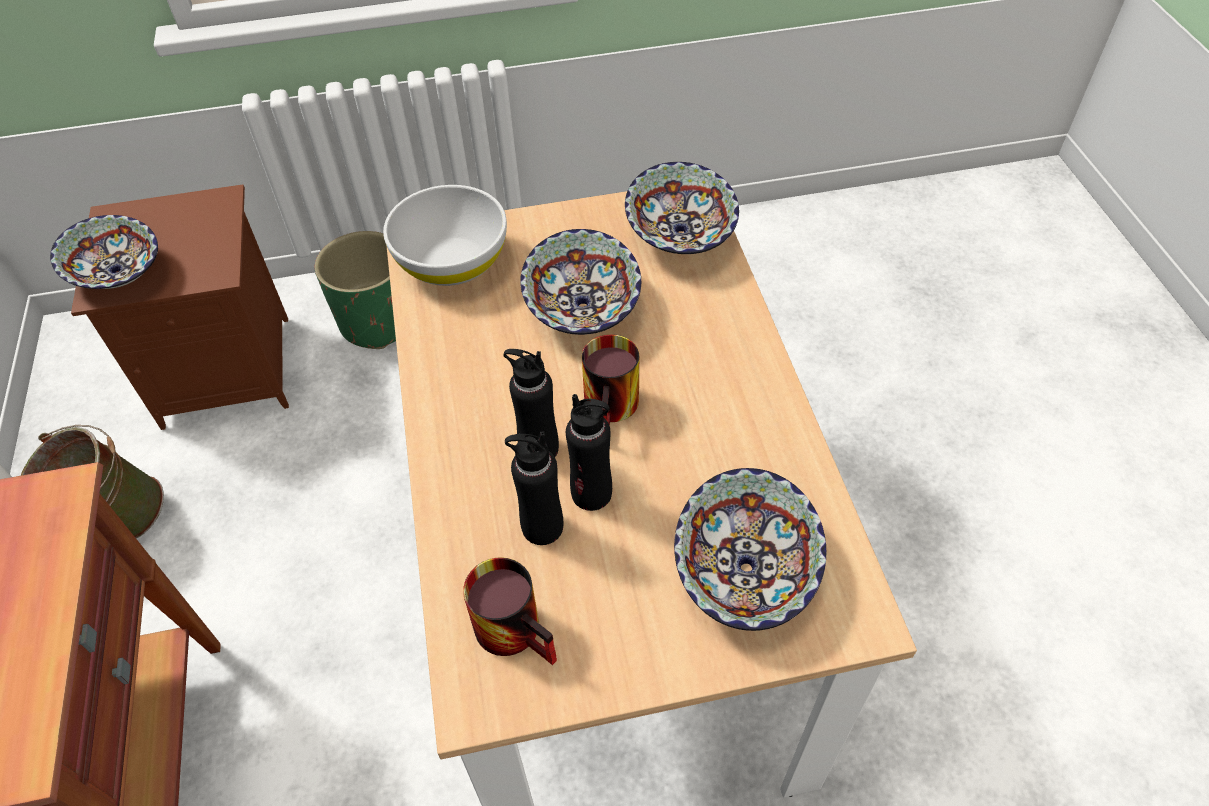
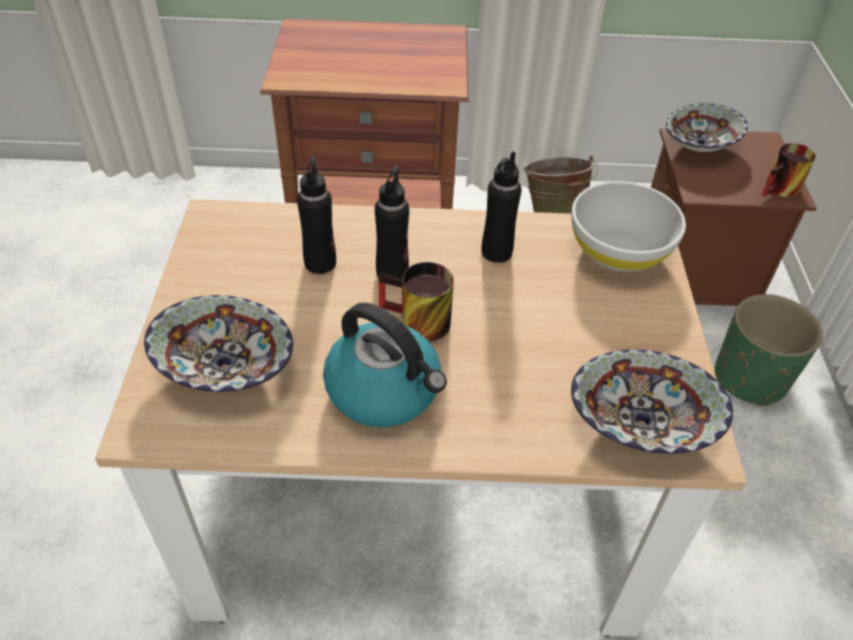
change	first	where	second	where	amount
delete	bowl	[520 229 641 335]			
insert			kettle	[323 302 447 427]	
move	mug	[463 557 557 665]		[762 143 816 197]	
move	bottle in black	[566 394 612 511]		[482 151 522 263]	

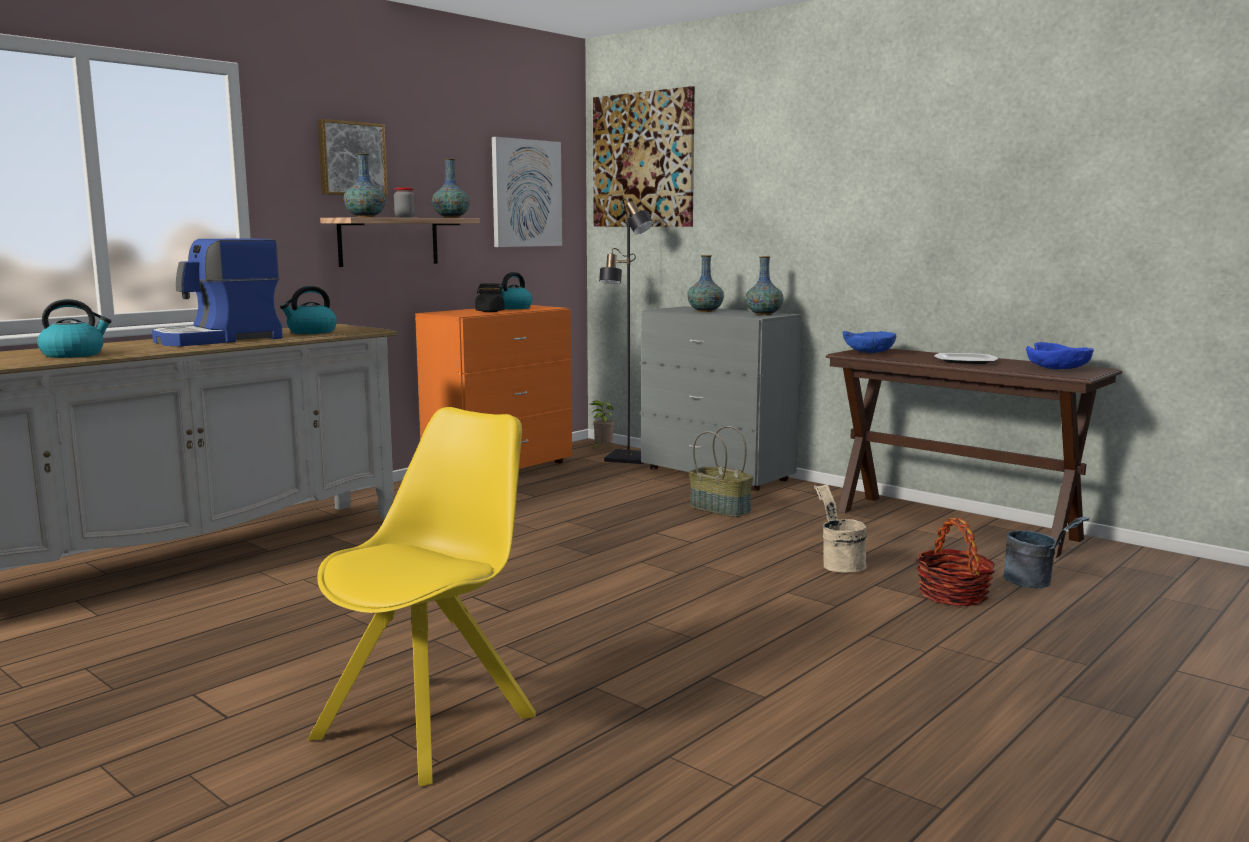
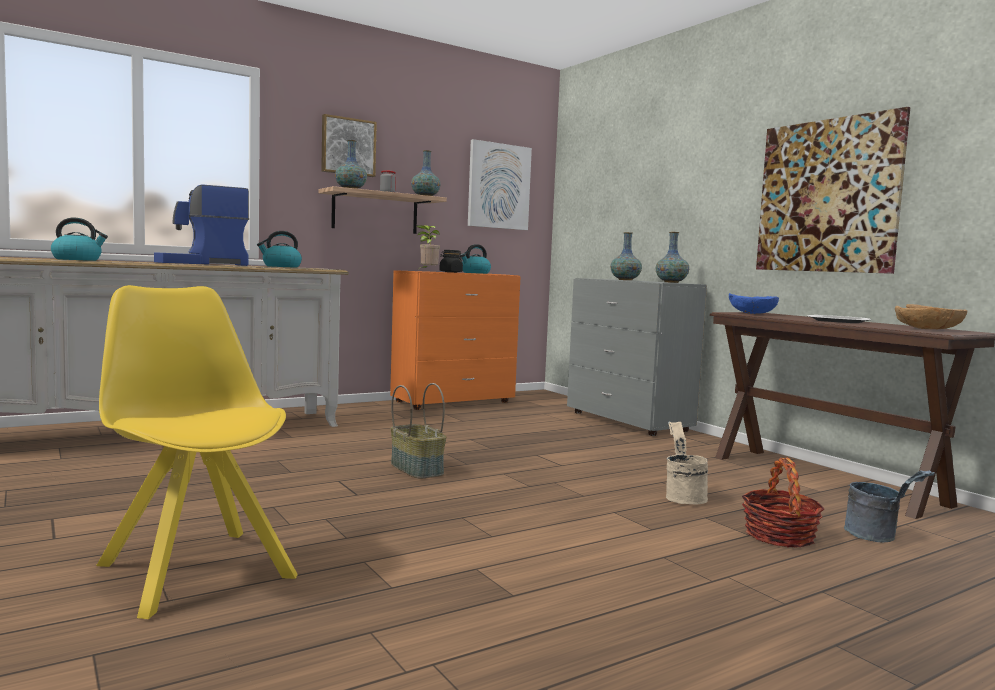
change	first	where	second	where	amount
delete	floor lamp in black	[599 199 653 464]			
move	potted plant	[590 400 614 449]		[416 225 440 269]	
move	picture	[593 86 695 227]		[756 107 911 274]	
move	basket	[689 426 753 517]		[391 383 446 479]	
recolor	bowl in blue	[1026 342 1094 369]	bowl in brown	[895 304 967 330]	
rotate	chair in yellow	[307 407 536 786]		[96 285 298 619]	90 degrees counterclockwise

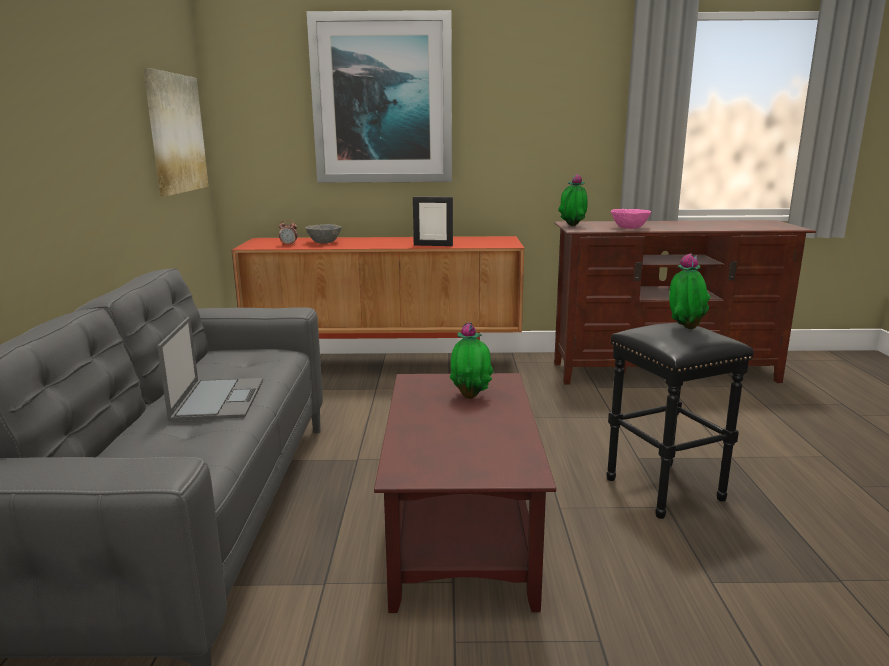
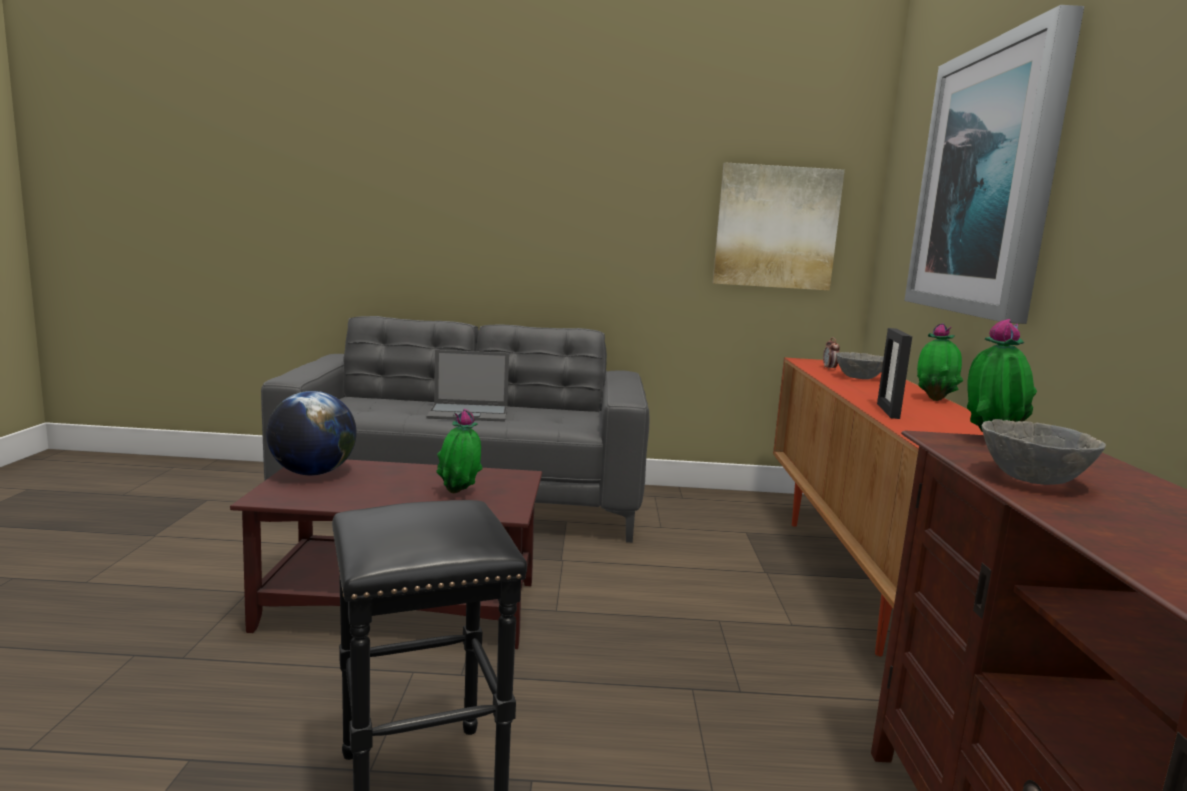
change	first	where	second	where	amount
insert			globe	[266 391 357 475]	
move	potted plant	[669 253 711 329]		[917 323 963 401]	
recolor	bowl in pink	[611 209 651 229]	bowl in grey	[981 419 1106 485]	

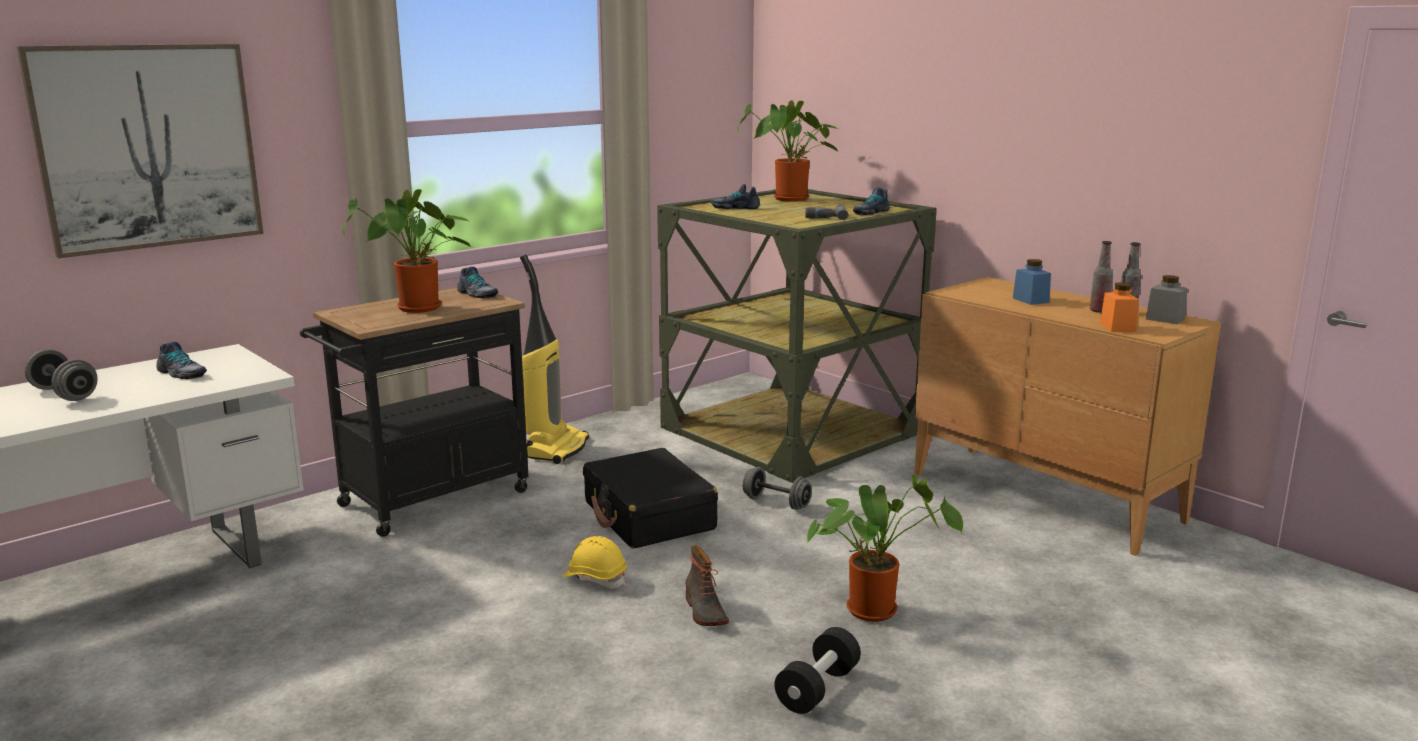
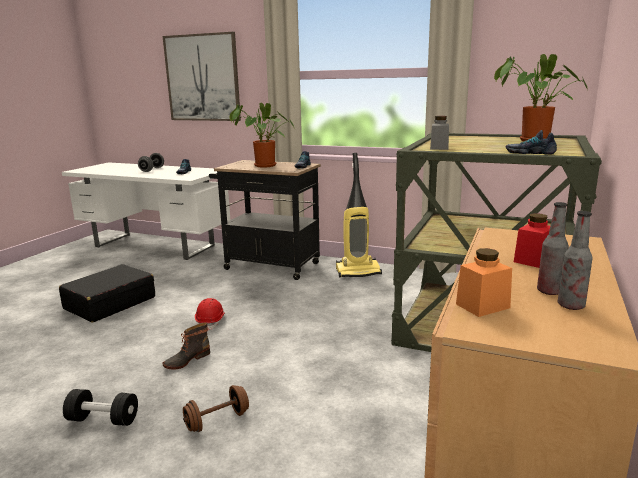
change	first	where	second	where	amount
delete	shoe	[711 184 760 209]			
delete	dumbbell in grey	[743 467 812 510]			
delete	power drill	[805 205 849 220]			
move	suitcase in black	[583 448 718 549]		[59 264 155 323]	
move	jar in grey	[1146 275 1188 324]		[430 116 449 150]	
replace	potted plant	[806 474 963 622]	dumbbell in brown	[183 385 249 432]	
recolor	hard hat in yellow	[563 536 627 588]	hard hat in red	[195 298 225 329]	
recolor	jar in blue	[1013 259 1051 305]	jar in red	[514 213 550 268]	

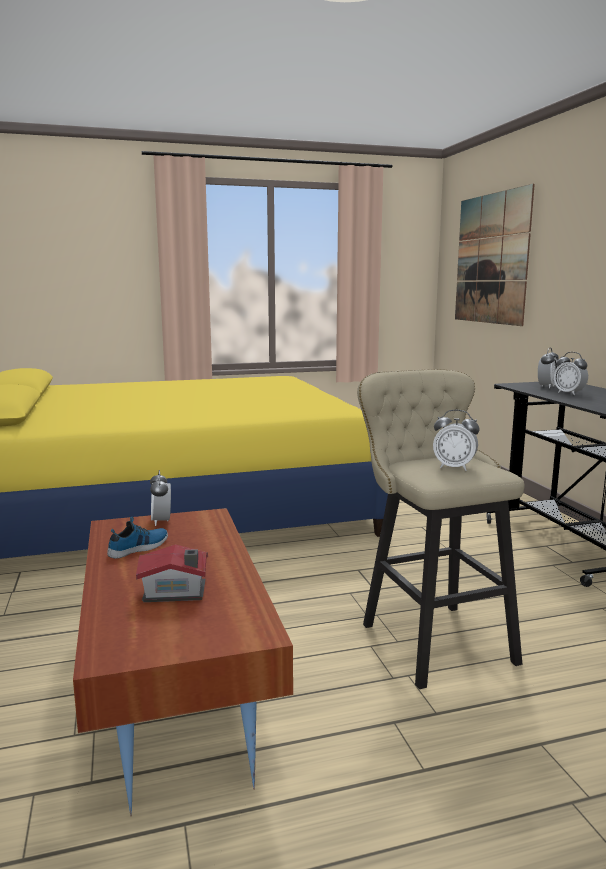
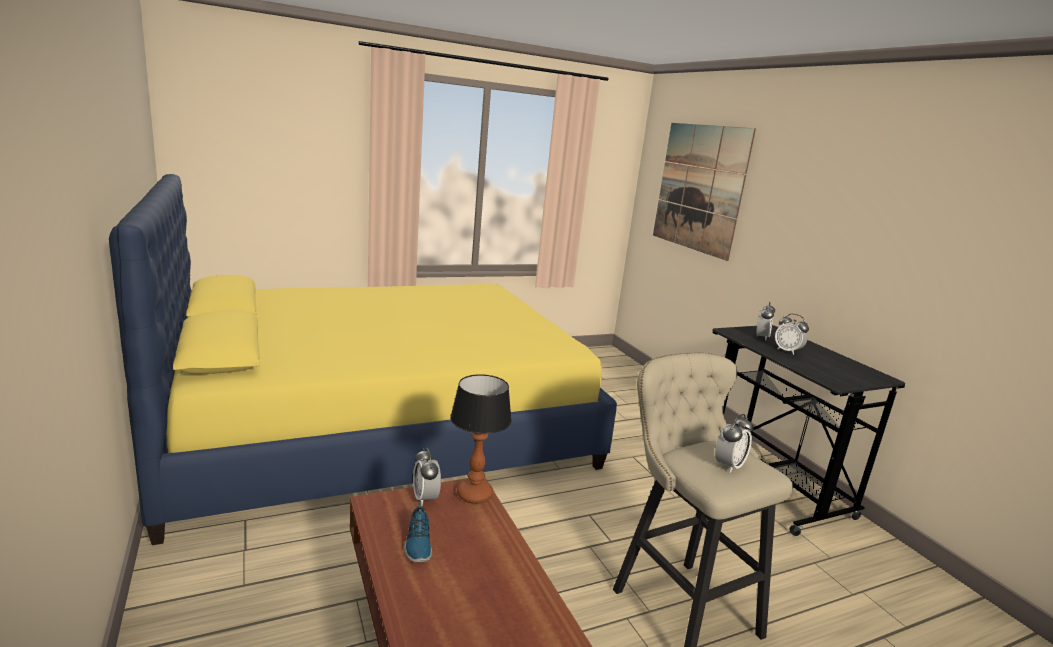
change	first	where	second	where	amount
delete	toy house	[136 544 208 602]			
insert			table lamp	[450 374 512 504]	
rotate	shoe	[107 517 168 558]		[404 501 432 562]	135 degrees clockwise
rotate	alarm clock	[433 410 480 471]		[715 414 754 473]	60 degrees counterclockwise

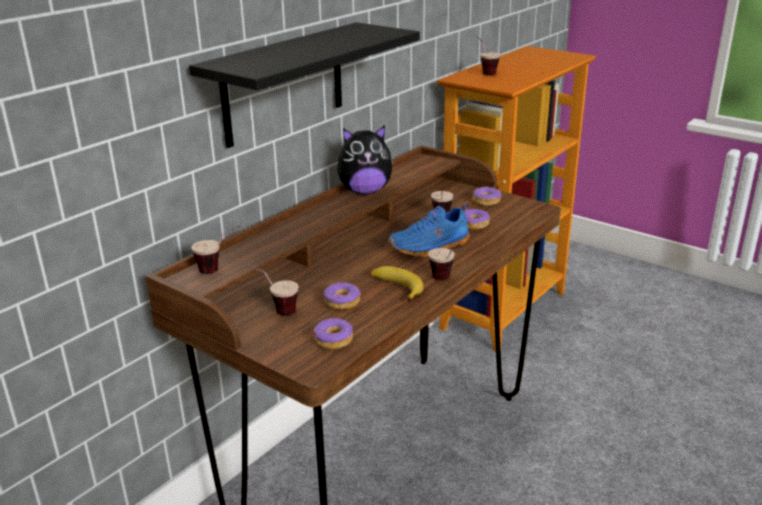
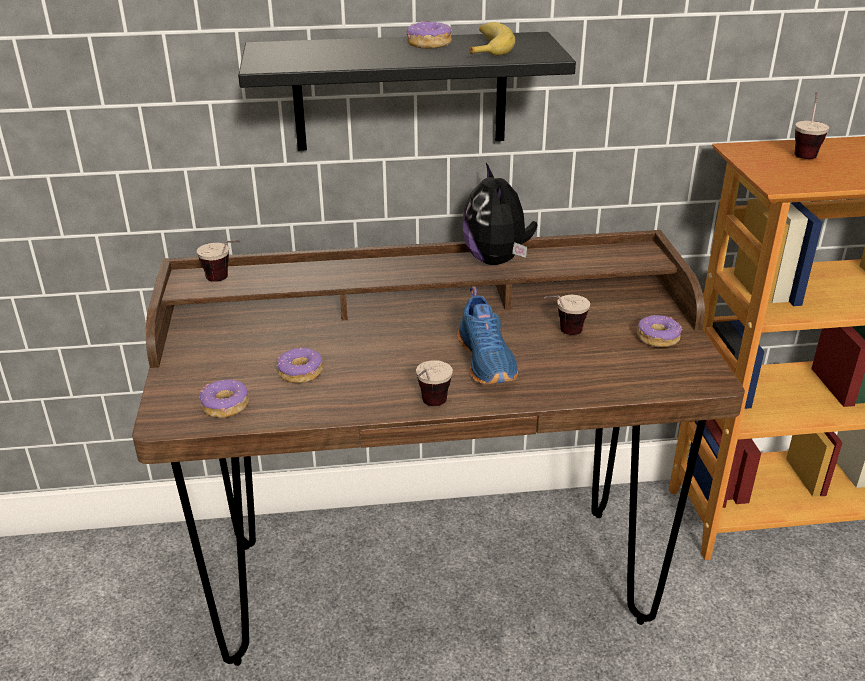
change	first	where	second	where	amount
delete	cup	[248 265 299 316]			
move	banana	[371 266 424 302]		[470 22 515 56]	
move	donut	[464 209 490 230]		[407 20 452 49]	
rotate	plush toy	[337 125 393 195]		[462 163 537 265]	45 degrees clockwise
rotate	shoe in blue	[388 203 470 257]		[458 287 518 385]	120 degrees counterclockwise

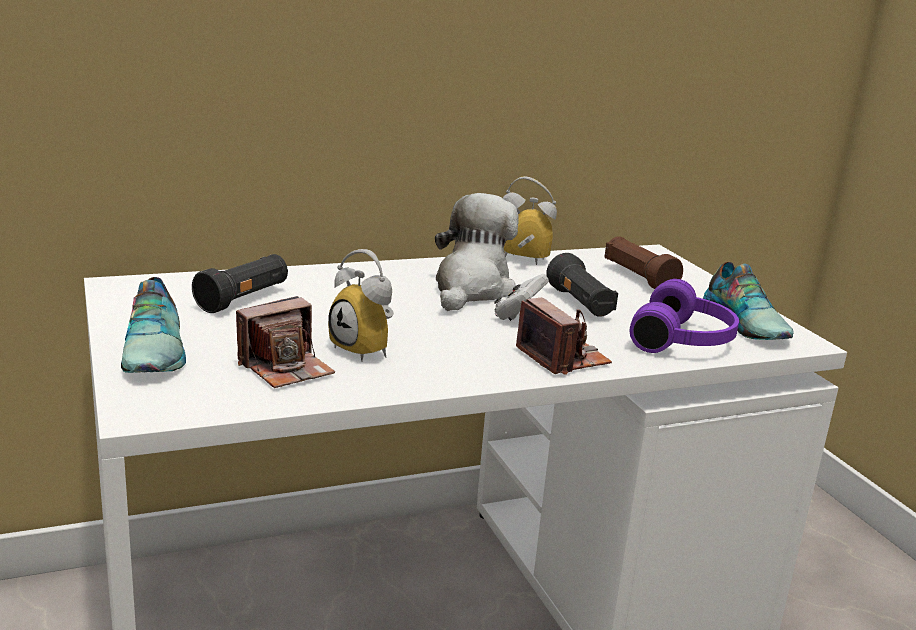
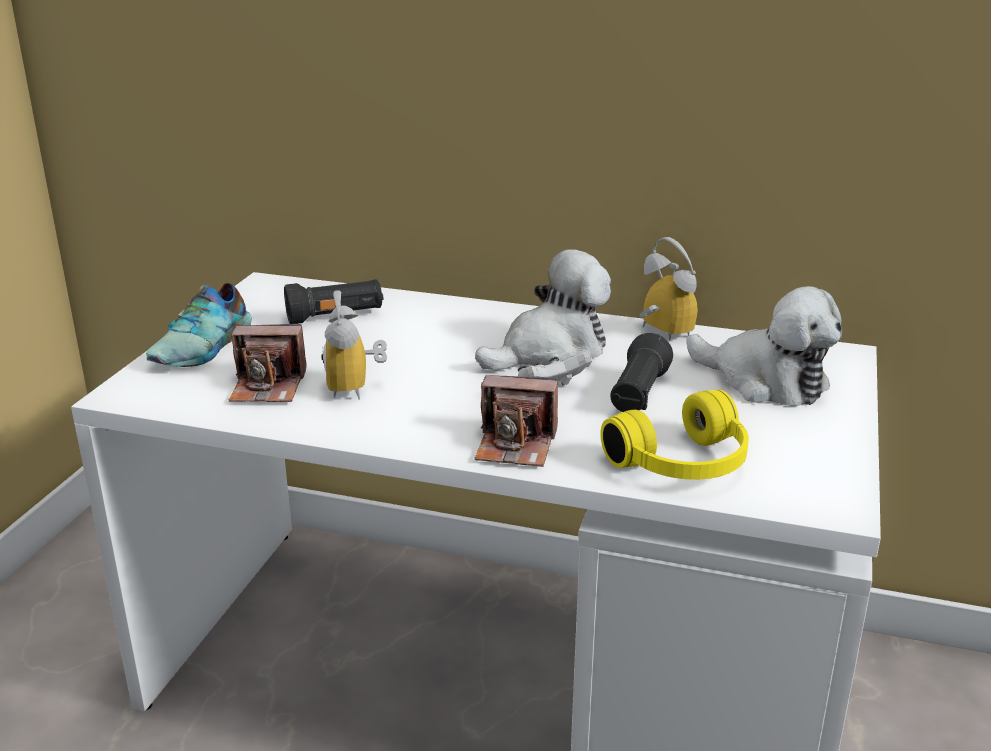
change	first	where	second	where	amount
delete	shoe	[703 262 794 340]			
replace	flashlight in brown	[604 236 683 289]	plush toy	[686 286 842 406]	
recolor	headphones in purple	[630 279 739 353]	headphones in yellow	[600 390 749 480]	
rotate	photo camera	[516 298 612 375]		[474 375 558 467]	90 degrees clockwise

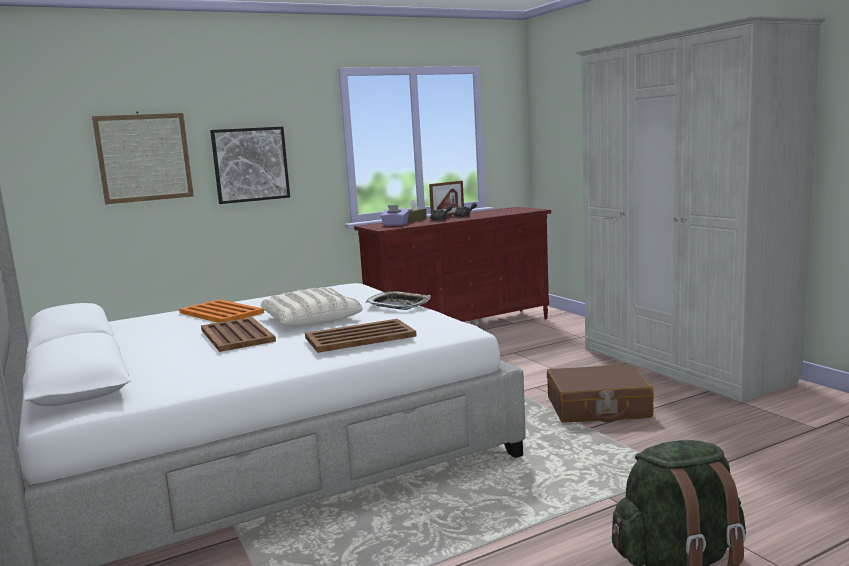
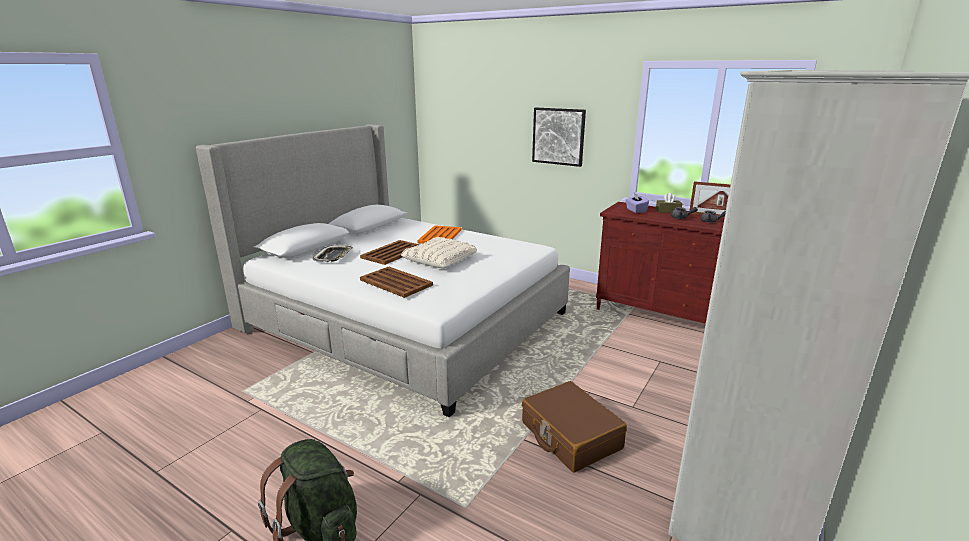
change	first	where	second	where	amount
delete	picture	[92 111 194 204]			
move	tray	[366 291 431 310]		[312 245 353 262]	

